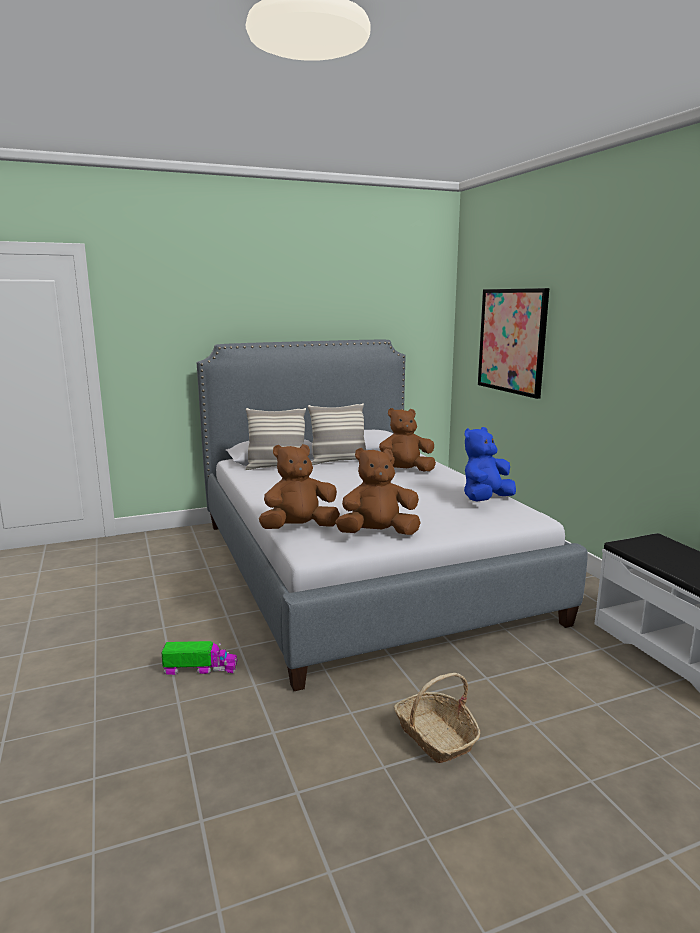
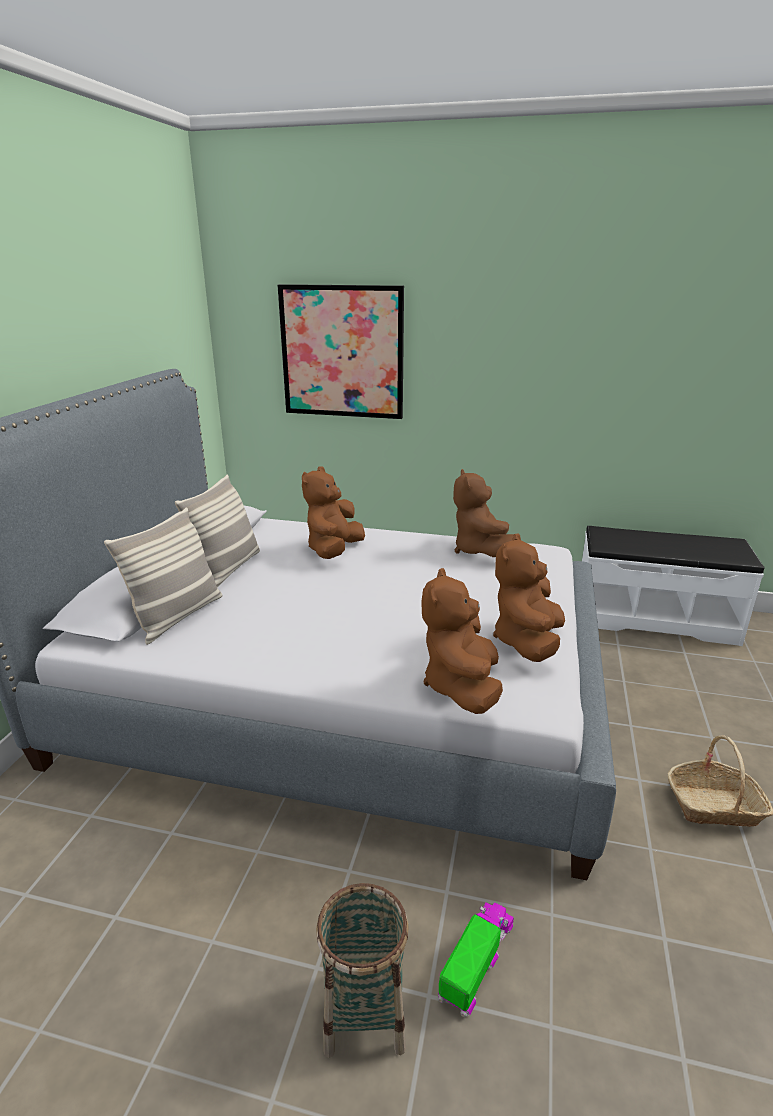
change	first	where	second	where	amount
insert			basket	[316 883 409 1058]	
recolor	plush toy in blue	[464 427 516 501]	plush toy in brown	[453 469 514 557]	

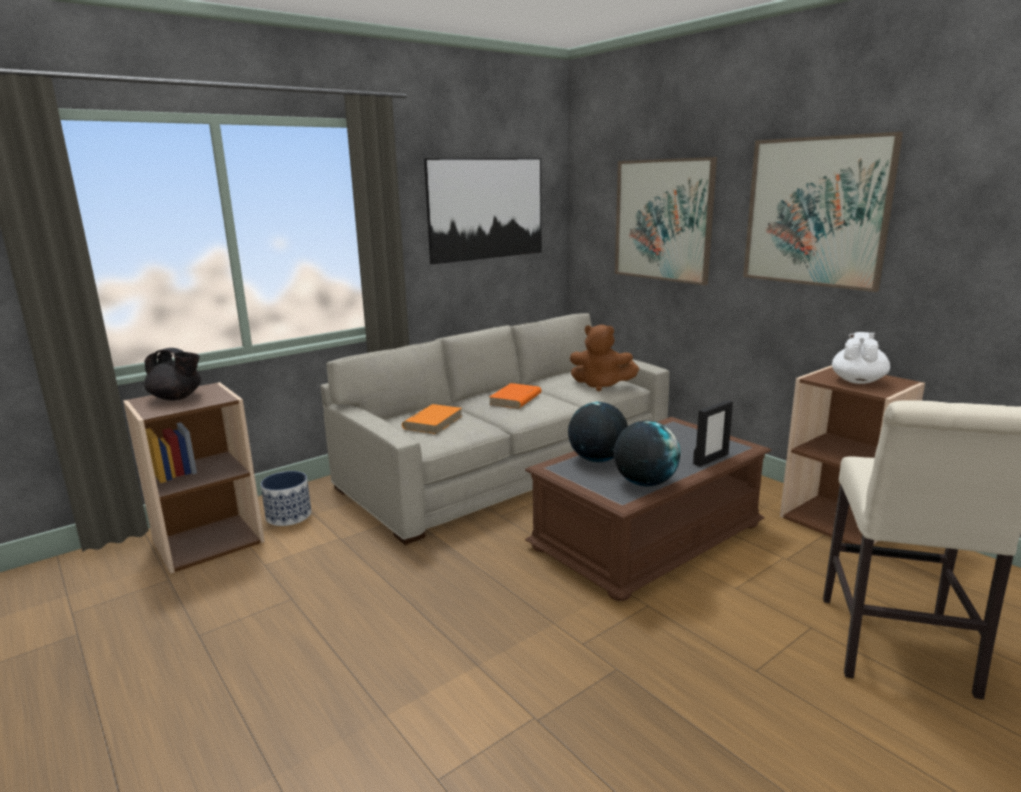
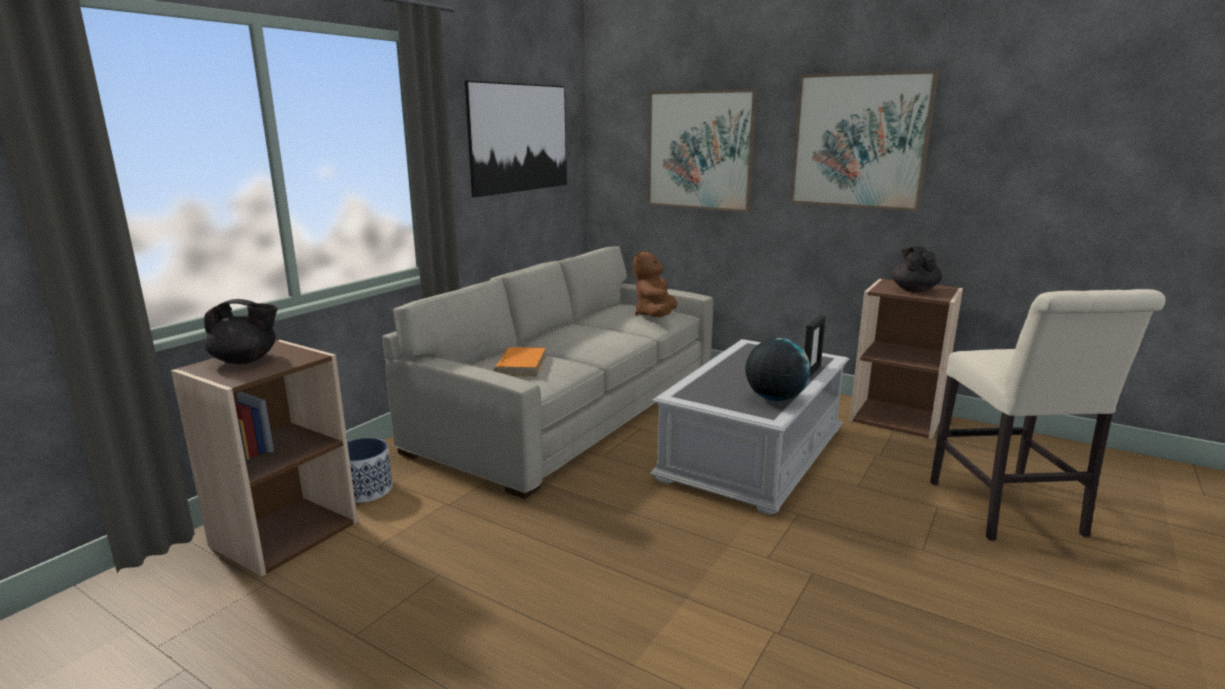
change	first	where	second	where	amount
delete	book in orange	[489 383 542 409]			
delete	globe	[568 402 628 462]			
recolor	coffee table in brown	[525 417 771 601]	coffee table in white	[650 339 849 515]	
recolor	teapot in white	[832 332 890 384]	teapot in black	[892 246 942 292]	
rotate	plush toy in brown	[570 325 639 391]		[633 250 677 317]	105 degrees clockwise

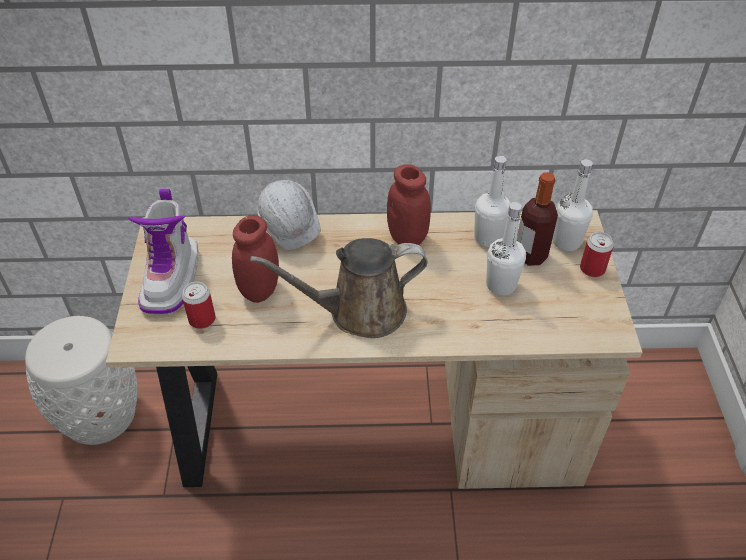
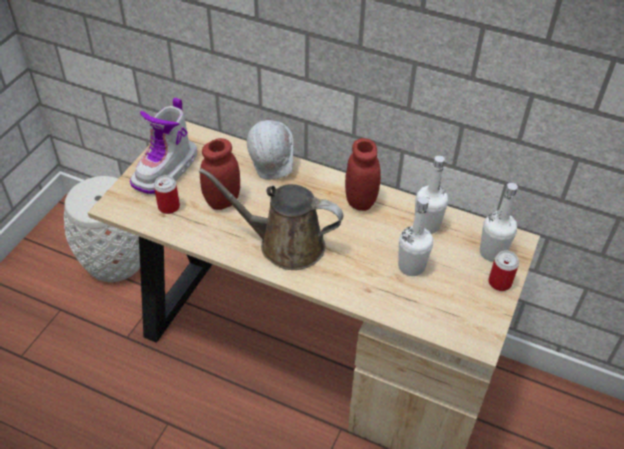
change	first	where	second	where	amount
delete	bottle	[517 172 558 266]			

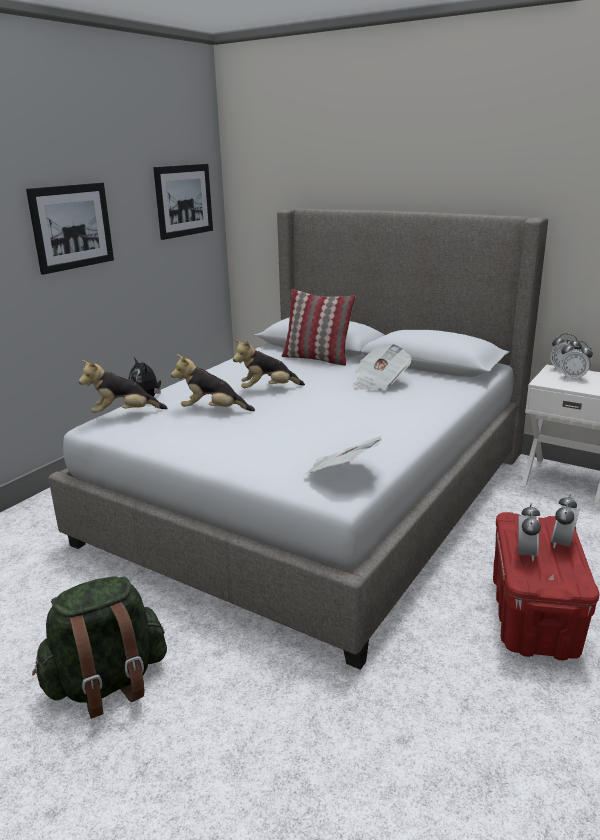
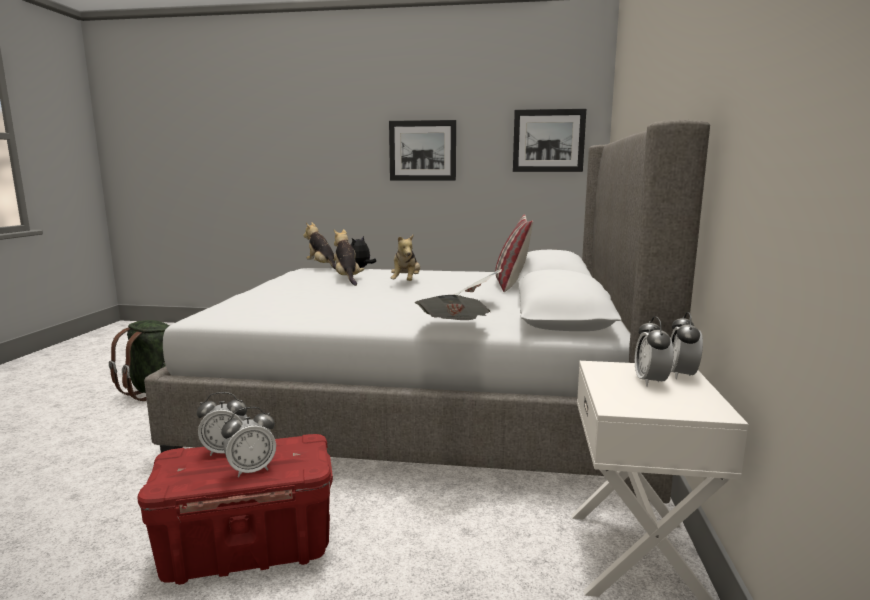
change	first	where	second	where	amount
move	newspaper	[305 435 383 474]		[415 295 490 320]	
rotate	plush toy	[233 340 305 388]		[391 234 420 281]	135 degrees counterclockwise
rotate	alarm clock	[551 495 579 548]		[221 407 276 478]	150 degrees clockwise

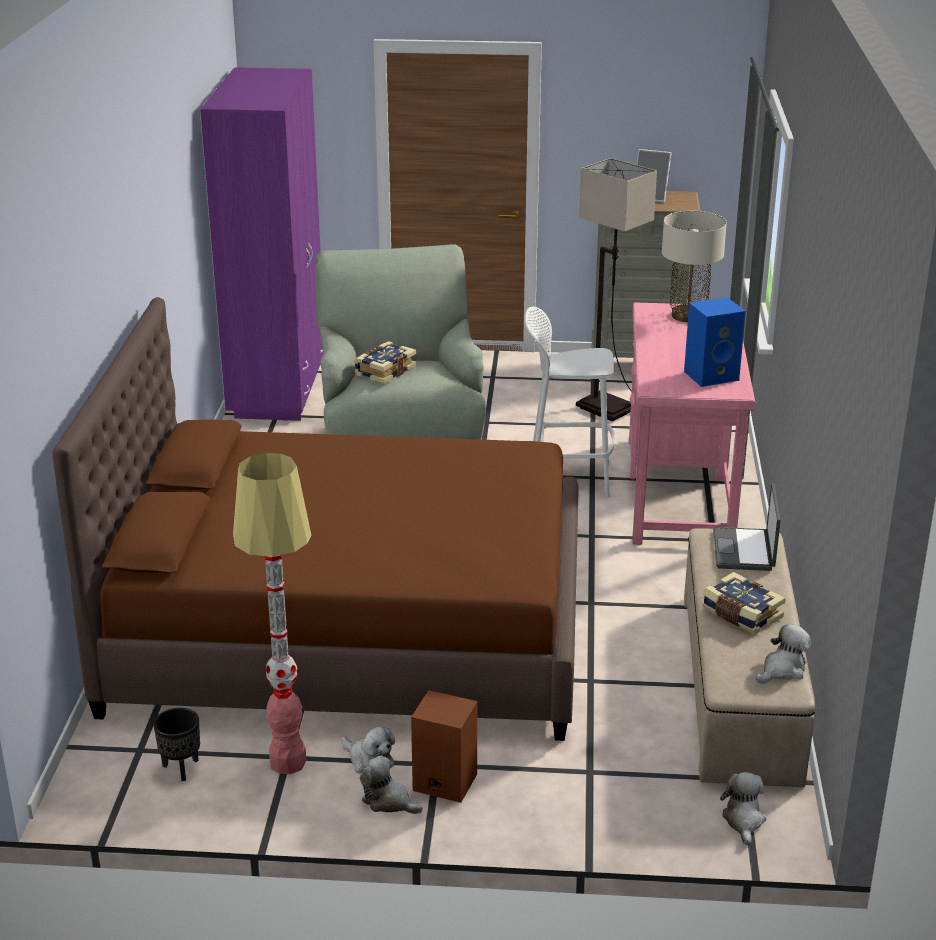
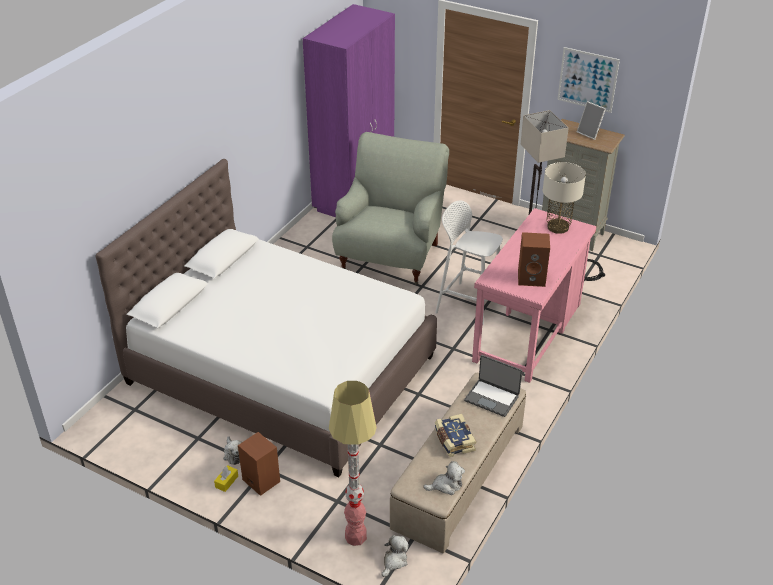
change	first	where	second	where	amount
delete	planter in black	[153 708 200 781]			
delete	book	[354 341 416 384]			
insert			picture	[557 47 620 113]	
move	floor lamp	[233 453 312 774]		[329 381 377 546]	
replace	plush toy	[360 755 423 814]	tissue box in yellow	[214 465 238 492]	
recolor	bed in brown	[52 297 579 741]	bed in white	[96 159 437 477]	
recolor	speaker in blue	[684 297 746 387]	speaker in brown	[518 232 550 287]	
rotate	laptop	[713 484 781 571]		[464 355 522 417]	90 degrees counterclockwise

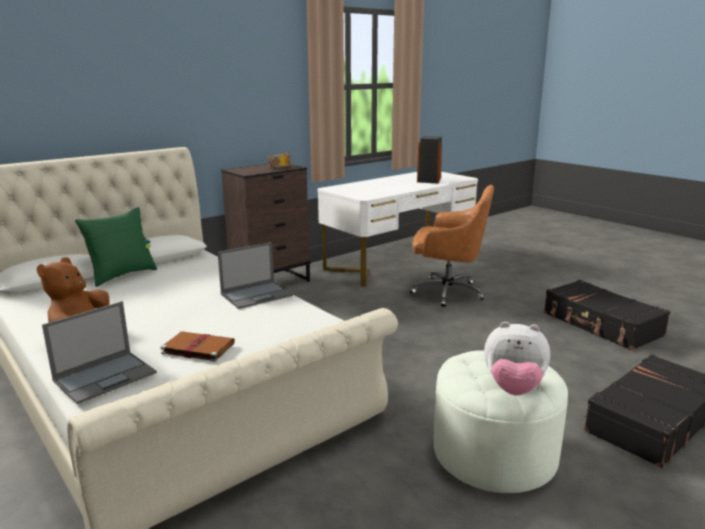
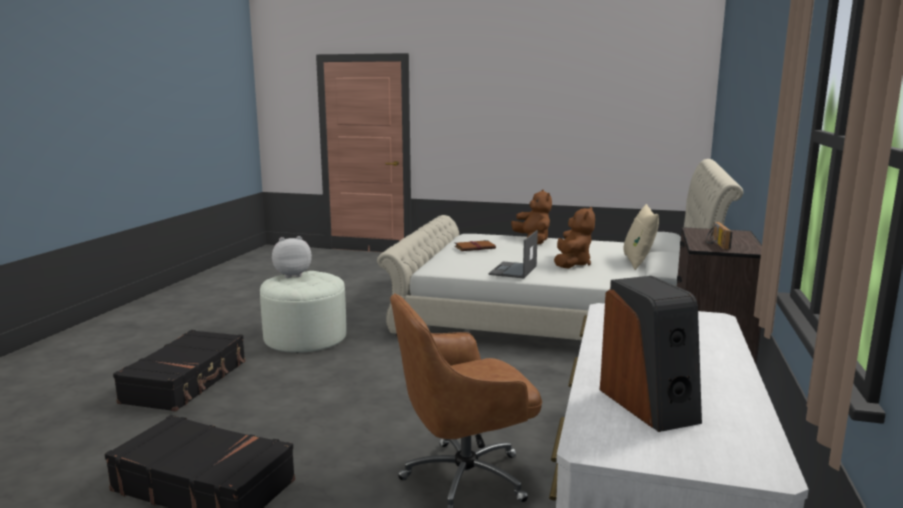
change	first	where	second	where	amount
delete	laptop	[42 301 157 404]			
insert			plush toy in brown	[554 207 595 268]	
recolor	pillow in green	[75 207 157 287]	pillow in beige	[624 204 659 270]	

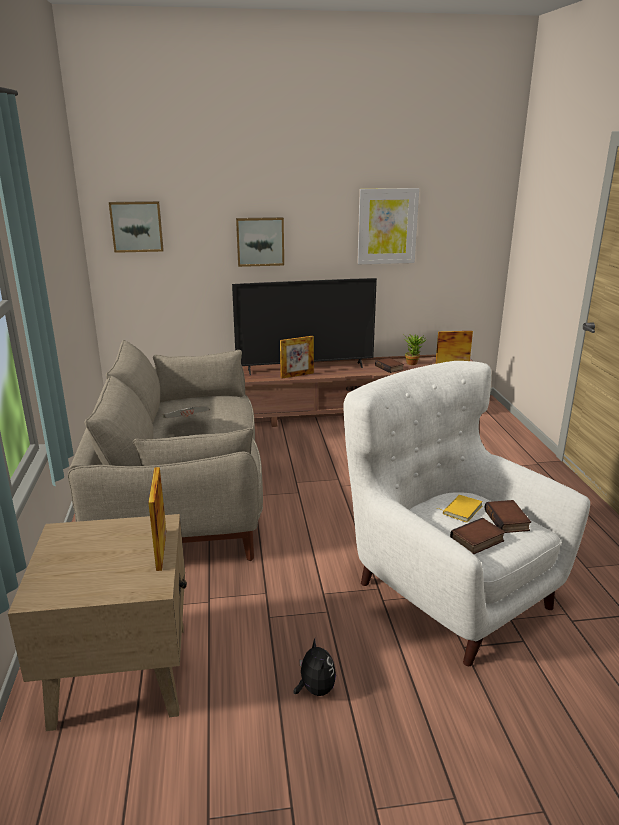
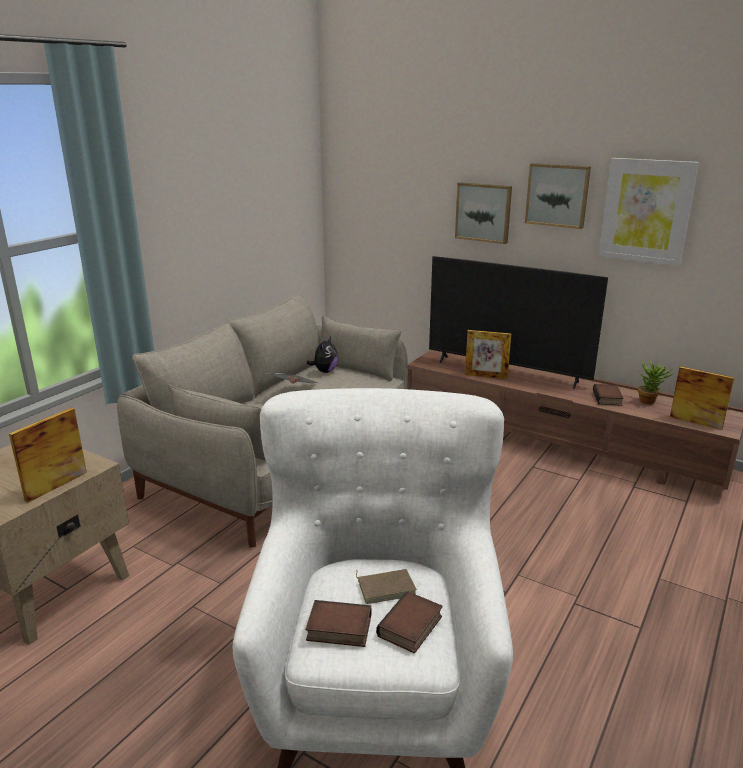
change	first	where	second	where	amount
move	picture	[109 201 164 253]		[525 163 591 229]	
move	plush toy	[294 638 336 696]		[307 337 338 373]	
recolor	book in yellow	[438 495 482 522]	book in brown	[356 569 417 604]	

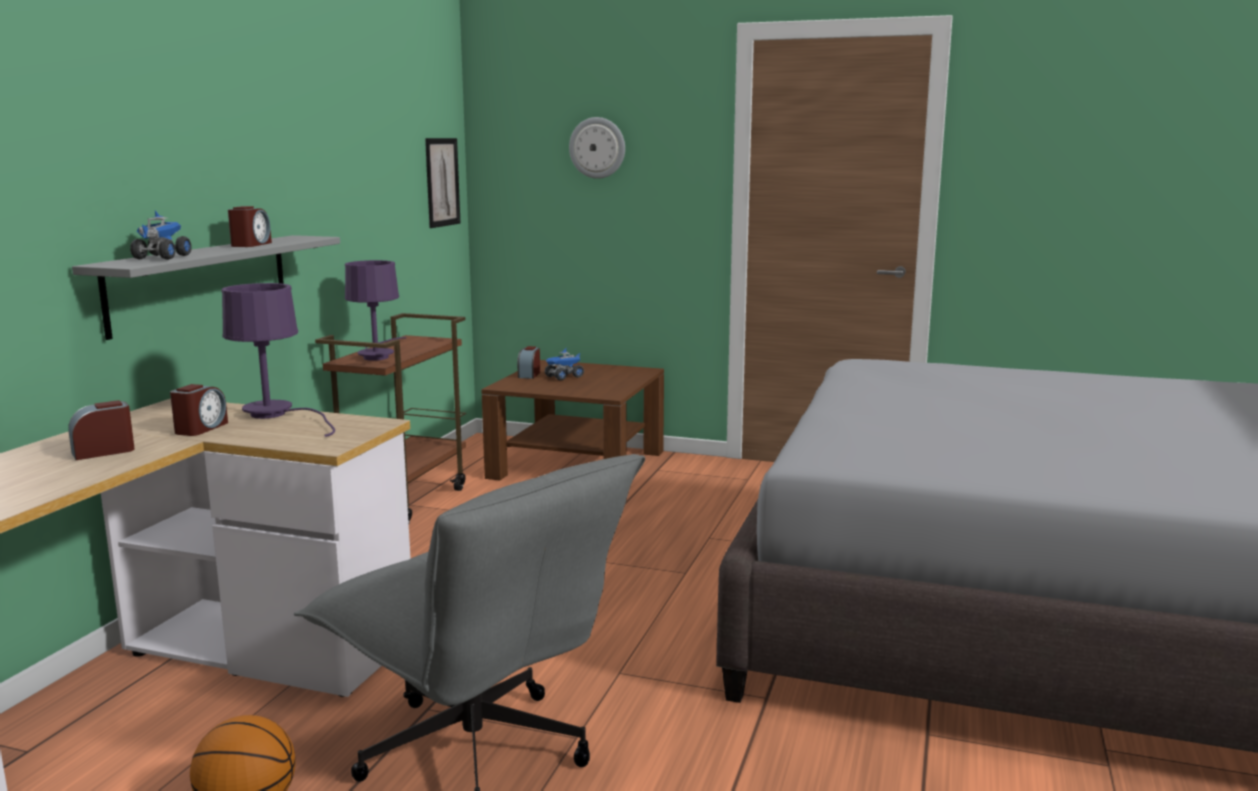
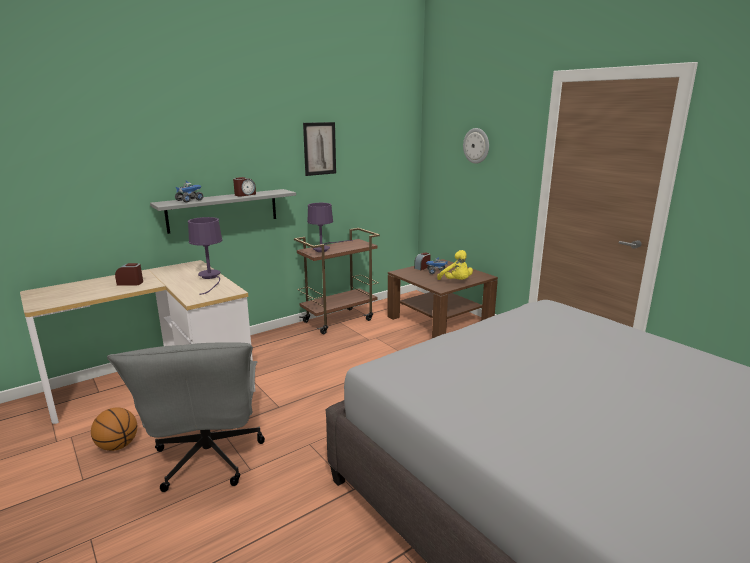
change	first	where	second	where	amount
delete	alarm clock	[170 384 228 436]			
insert			plush toy in yellow	[437 250 473 280]	
move	picture	[425 138 461 228]		[303 122 336 176]	

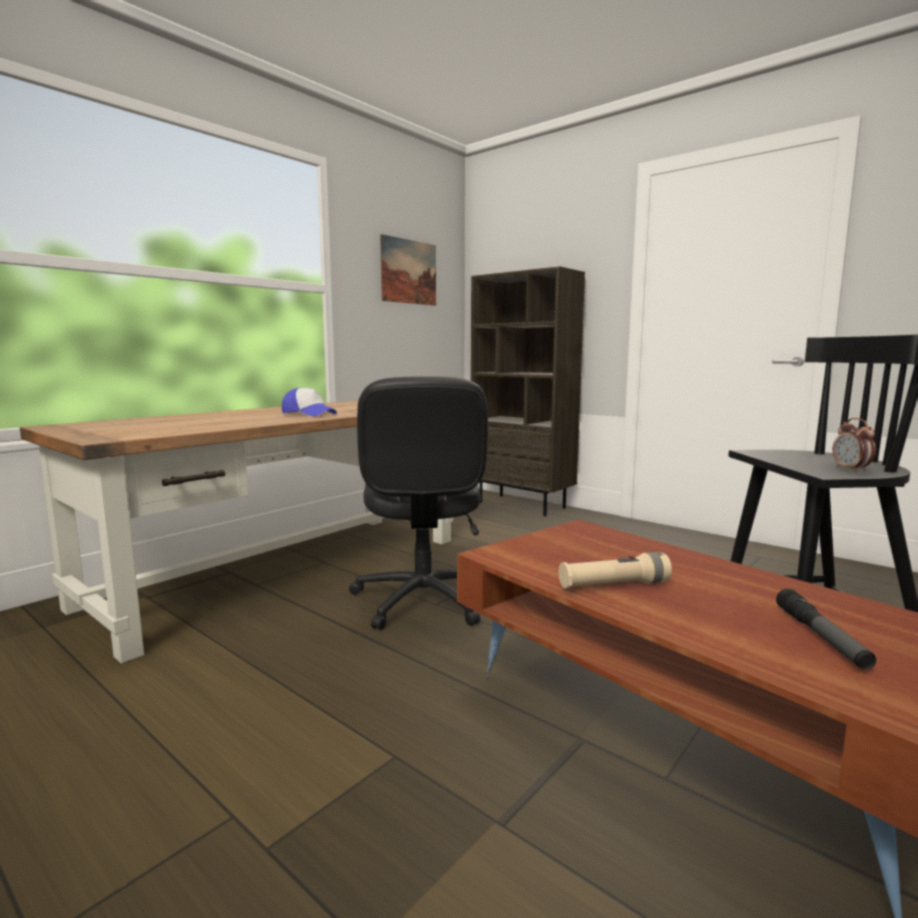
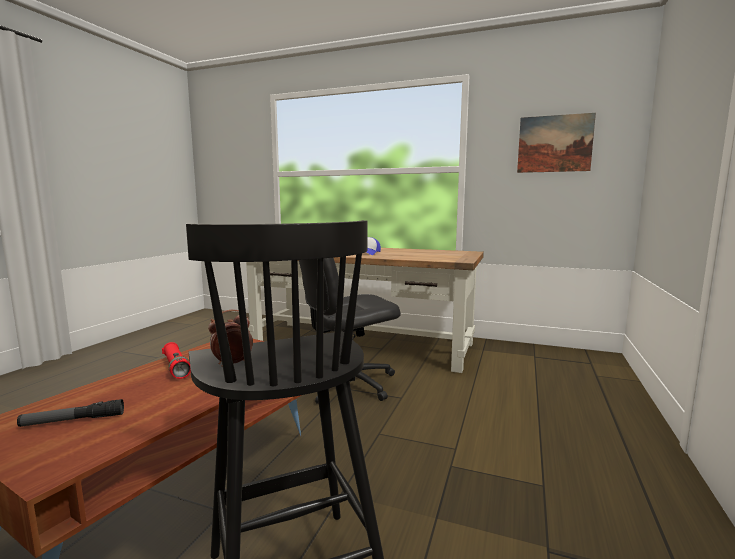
change	first	where	second	where	amount
delete	bookcase in brown	[471 266 585 516]			
recolor	flashlight in beige	[559 552 672 589]	flashlight in red	[162 342 191 379]	

